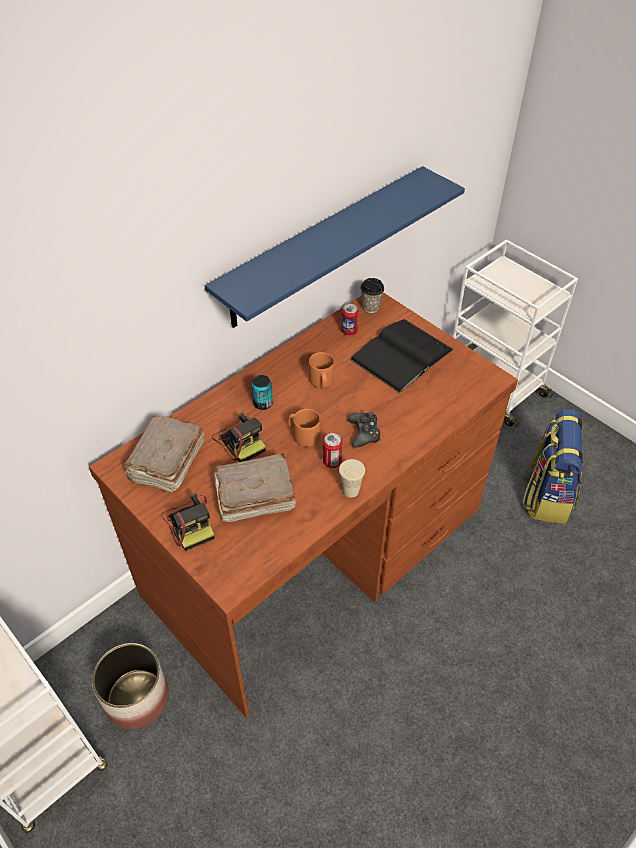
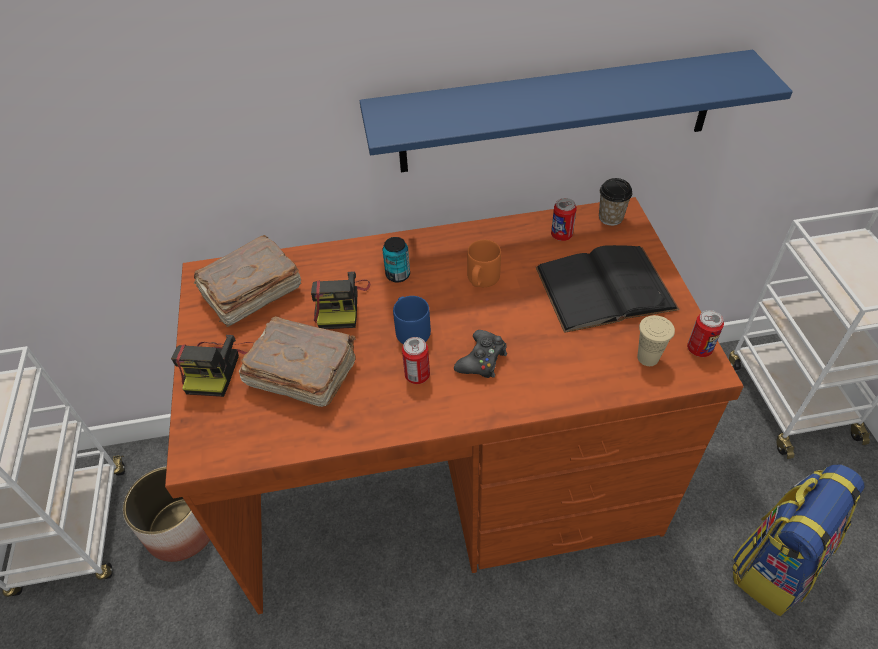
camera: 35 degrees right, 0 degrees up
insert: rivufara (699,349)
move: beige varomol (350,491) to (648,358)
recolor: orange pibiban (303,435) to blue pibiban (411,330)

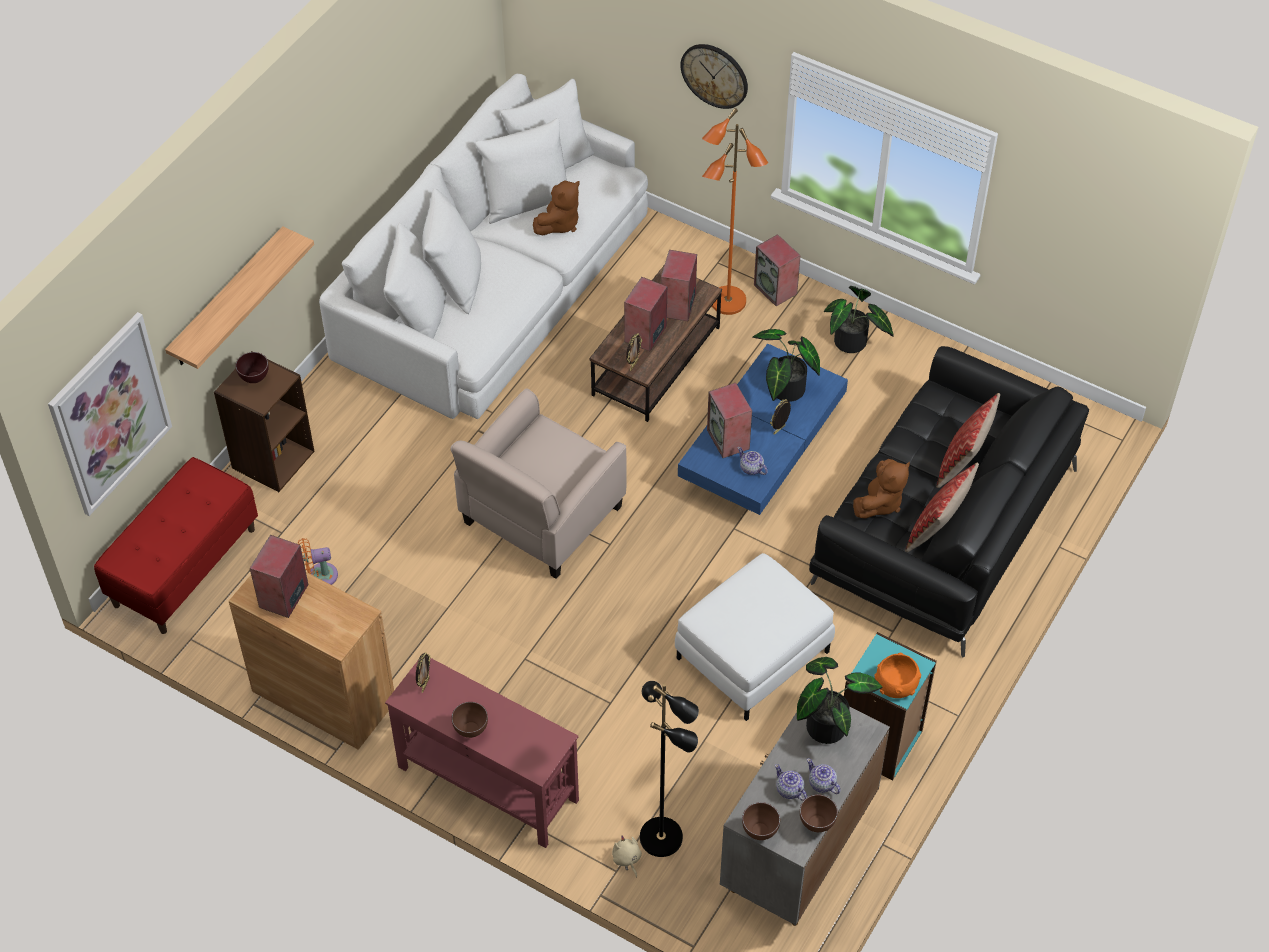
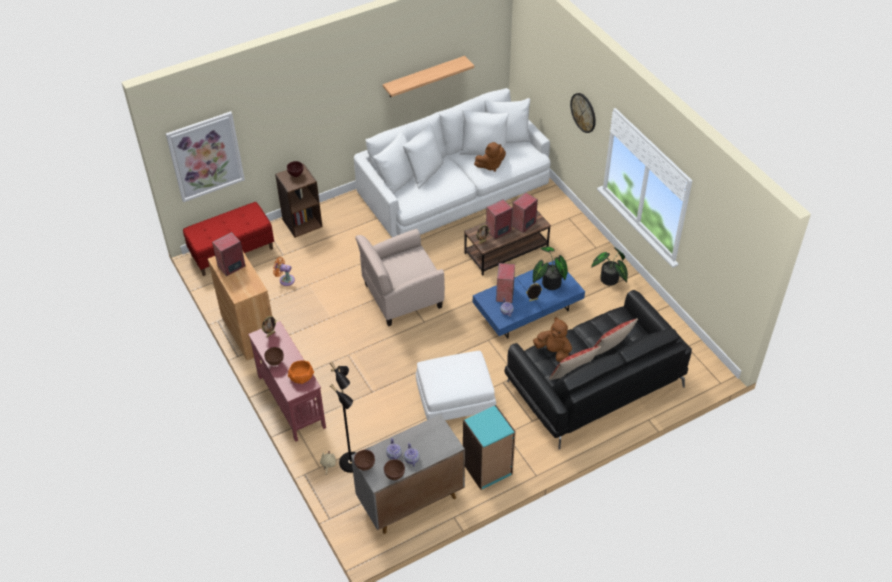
camera: 30 degrees right, 5 degrees down
delete: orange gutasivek (727,302); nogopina (776,289); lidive (827,722)
move: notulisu (227,299) to (424,77); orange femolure (896,684) to (301,376)
rotate: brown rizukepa (880,502) = (553,351) 120 degrees counterclockwise

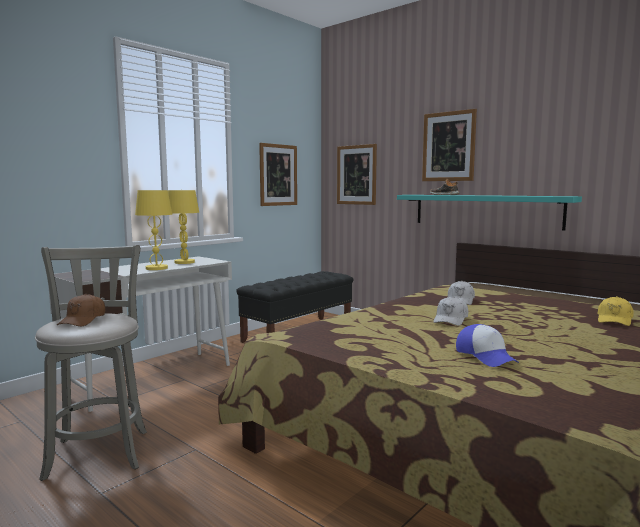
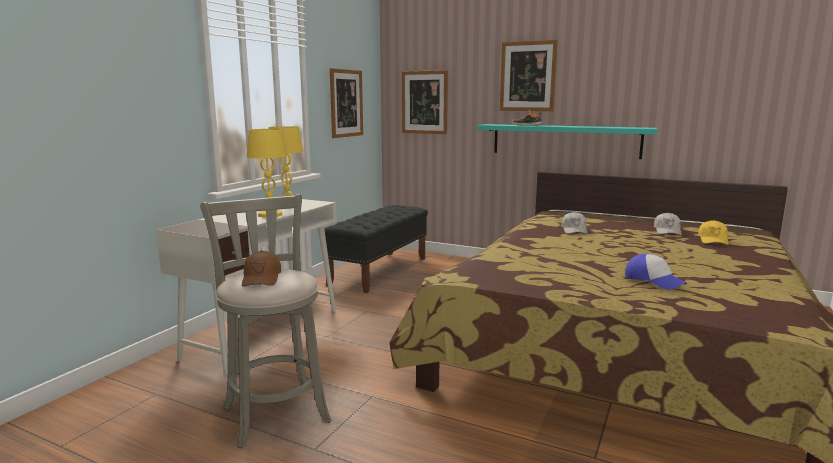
camera: 15 degrees left, 5 degrees up
move: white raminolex (451,319) to (667,231)

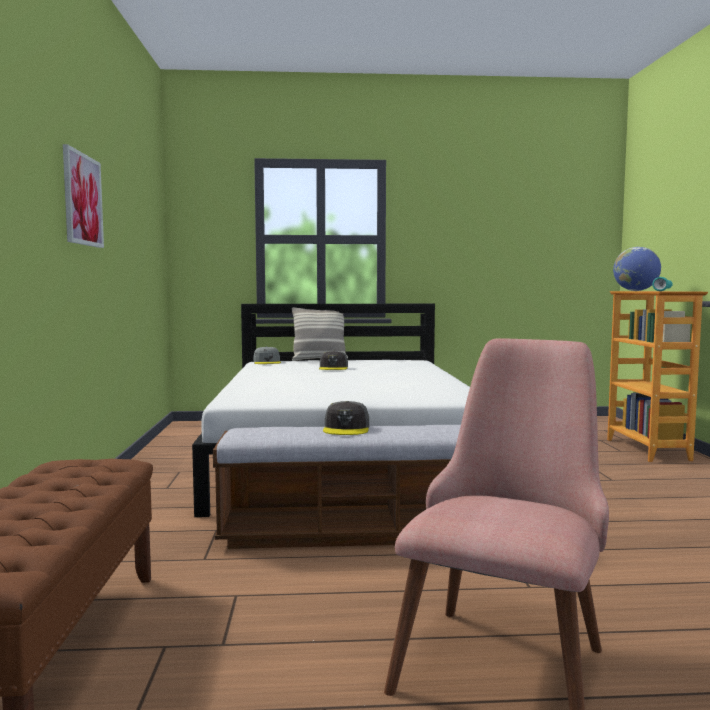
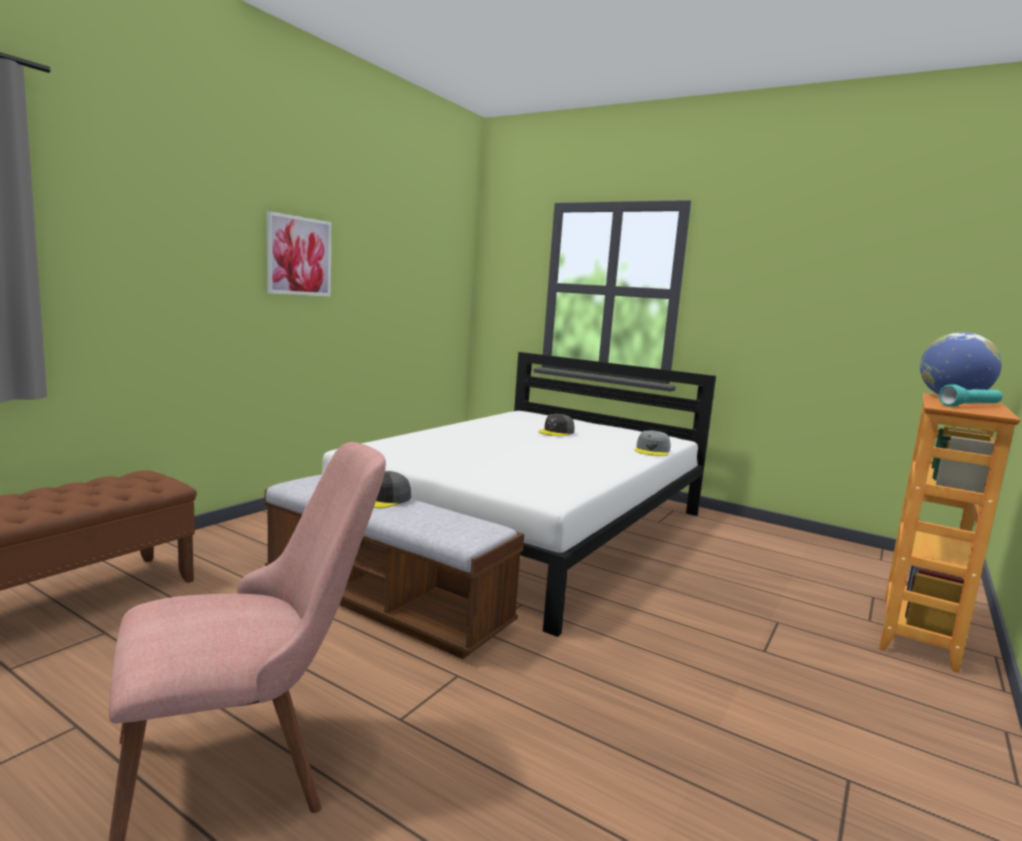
camera: 35 degrees right, 5 degrees up
delete: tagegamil (319,359)
move: grey raminolex (267,362) to (652,451)

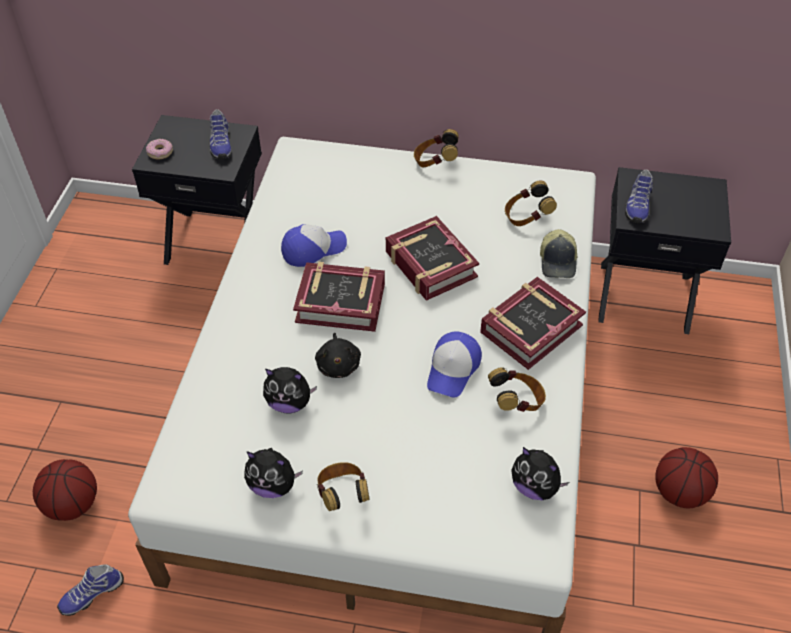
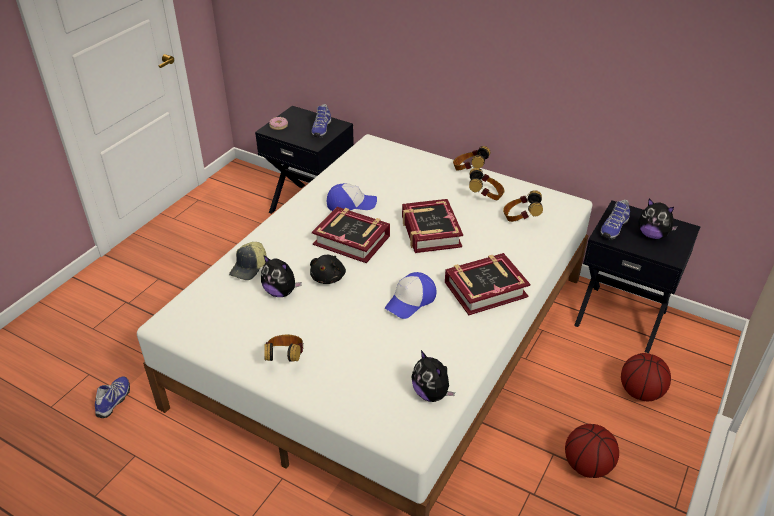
camera: 20 degrees right, 10 degrees down
move: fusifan (73,504) to (640,392); rizukepa (273,485) to (652,235); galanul (516,402) to (485,196); raminolex (558,262) to (249,268)
rotate: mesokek (91,593) = (114,401) 120 degrees clockwise

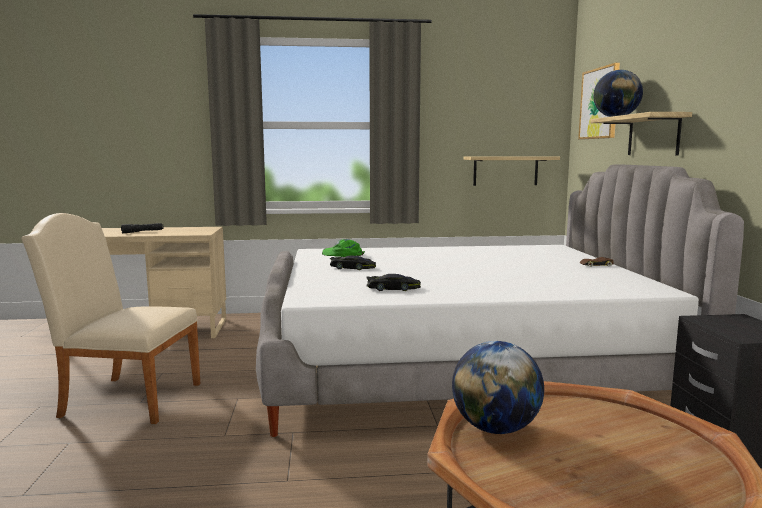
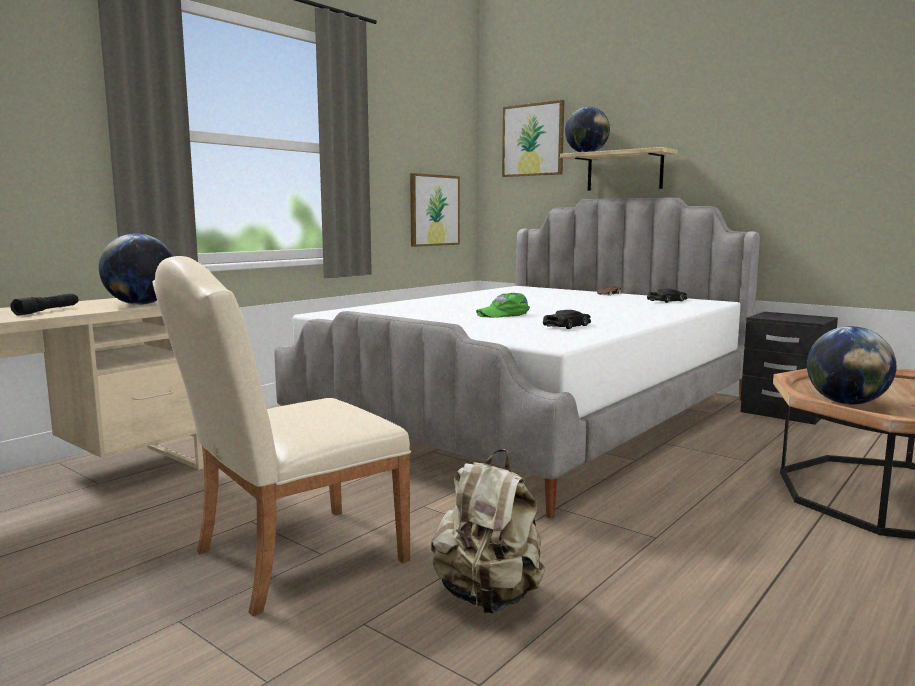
camera: 45 degrees left, 0 degrees up
insert: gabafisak (141,304); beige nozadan (489,597)
move: green raminolex (343,254) to (503,314); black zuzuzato (352,268) to (667,301)
replace: notulisu (505,170) to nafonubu (434,210)

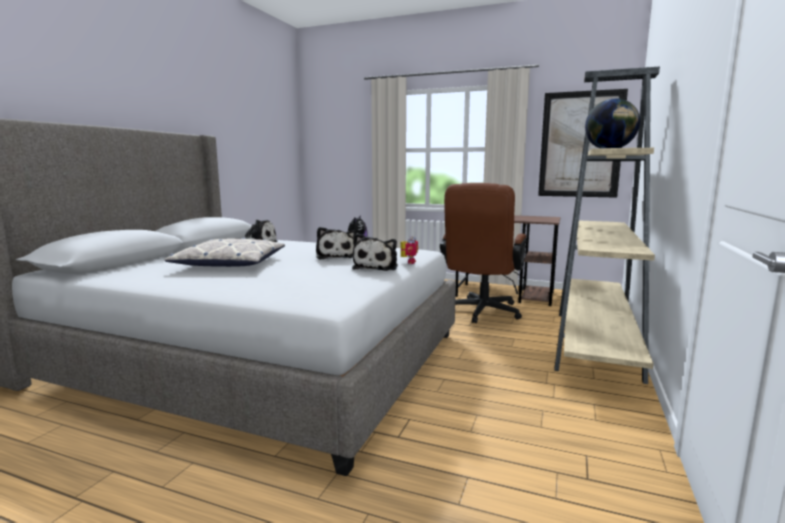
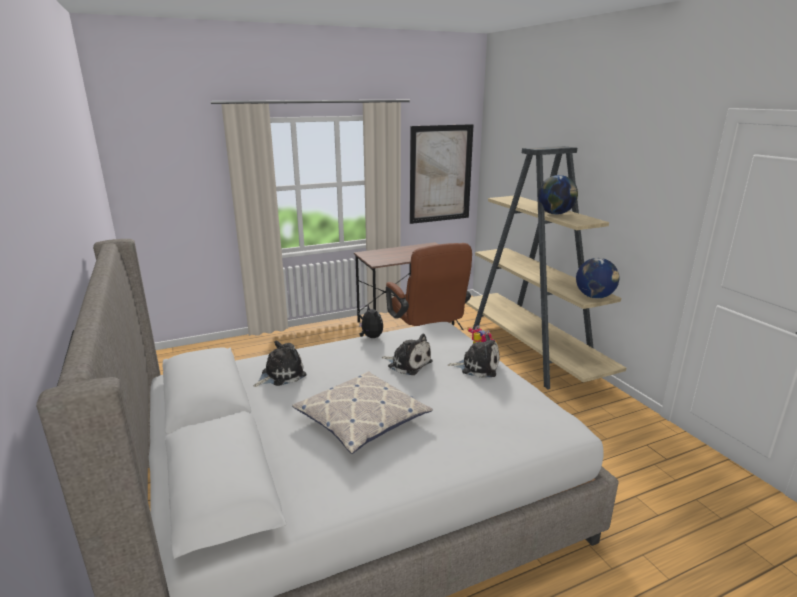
camera: 45 degrees left, 10 degrees up
insert: gabafisak (594,297)
rotate: rizukepa (377,267) = (477,367) 45 degrees counterclockwise

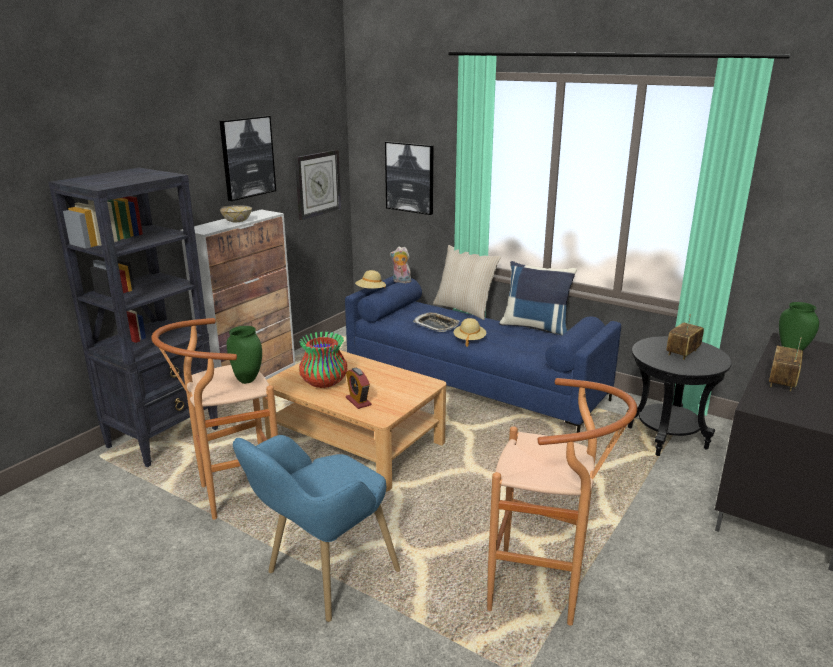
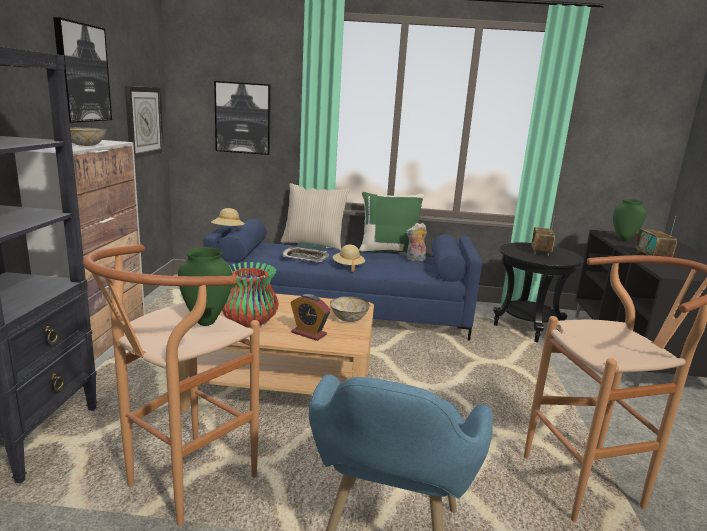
camera: 30 degrees left, 5 degrees down
insert: femolure (348,319)
move: rizukepa (401,281) to (415,259)
recolor: blue tagegamil (536,327) to green tagegamil (390,251)

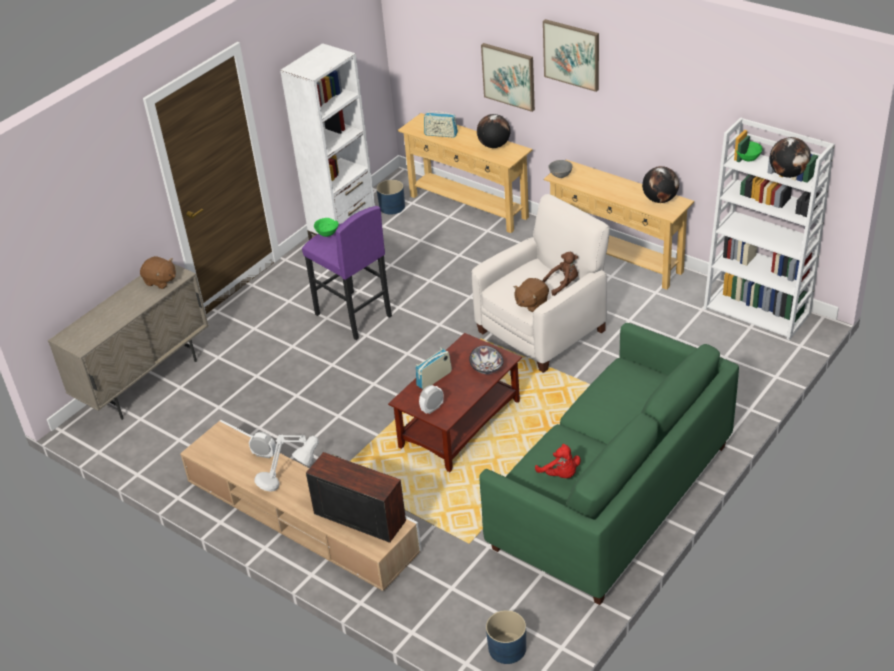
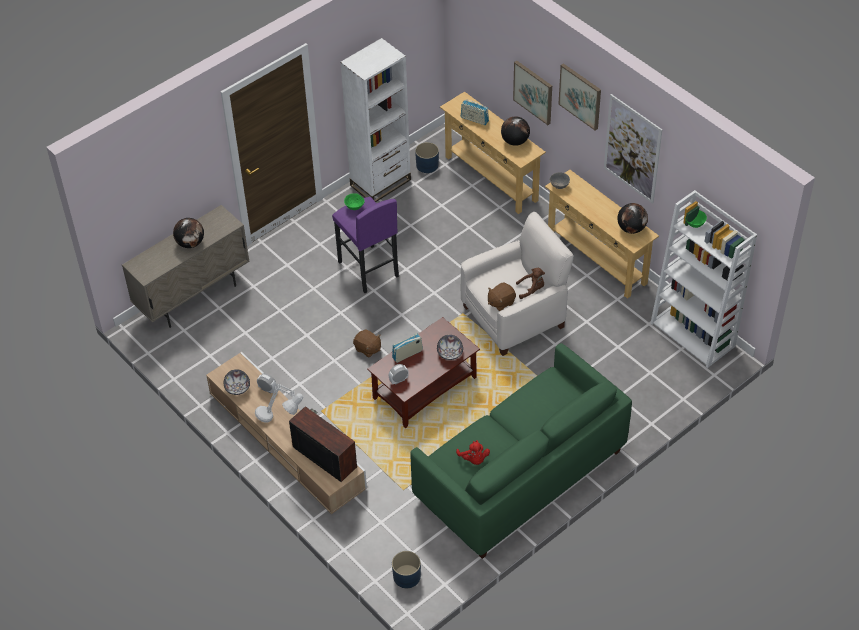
camera: 10 degrees right, 10 degrees up
insert: femolure (238,388); nafonubu (632,149)
move: brown rizukepa (160,281) to (367,349); gabafisak (788,174) to (190,243)

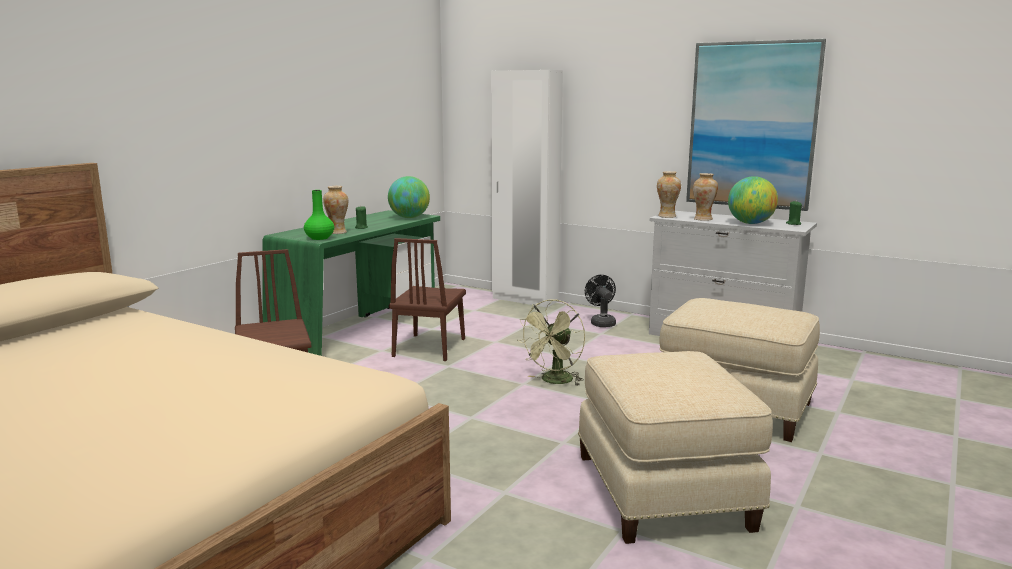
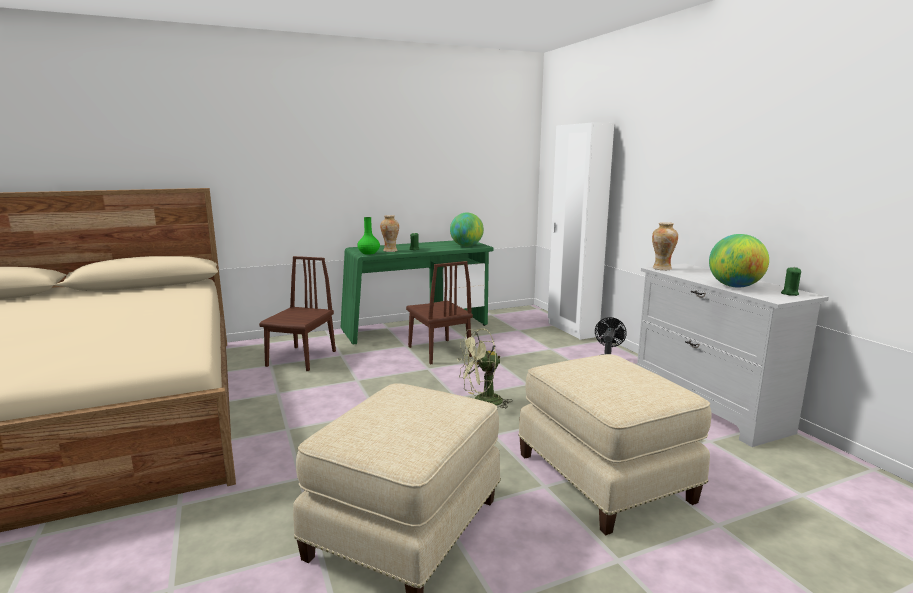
camera: 35 degrees right, 0 degrees up
delete: nafonubu (752,125); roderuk (703,219)
rotate: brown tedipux (429,347) = (439,351) 75 degrees counterclockwise

